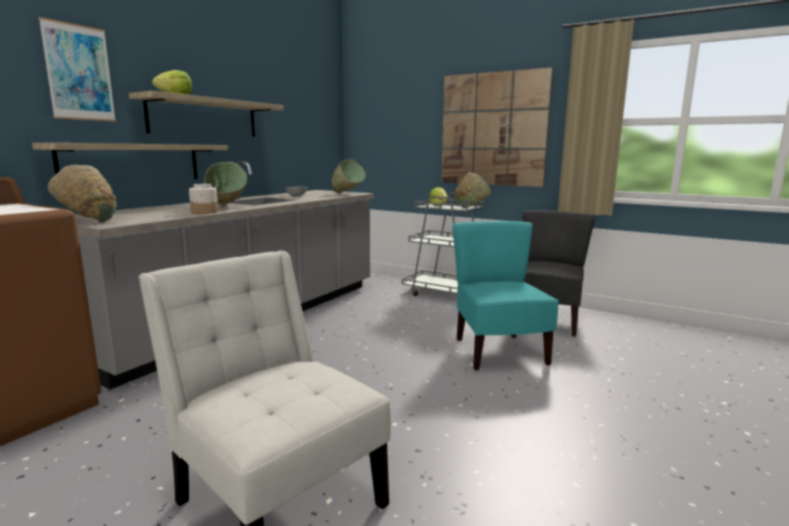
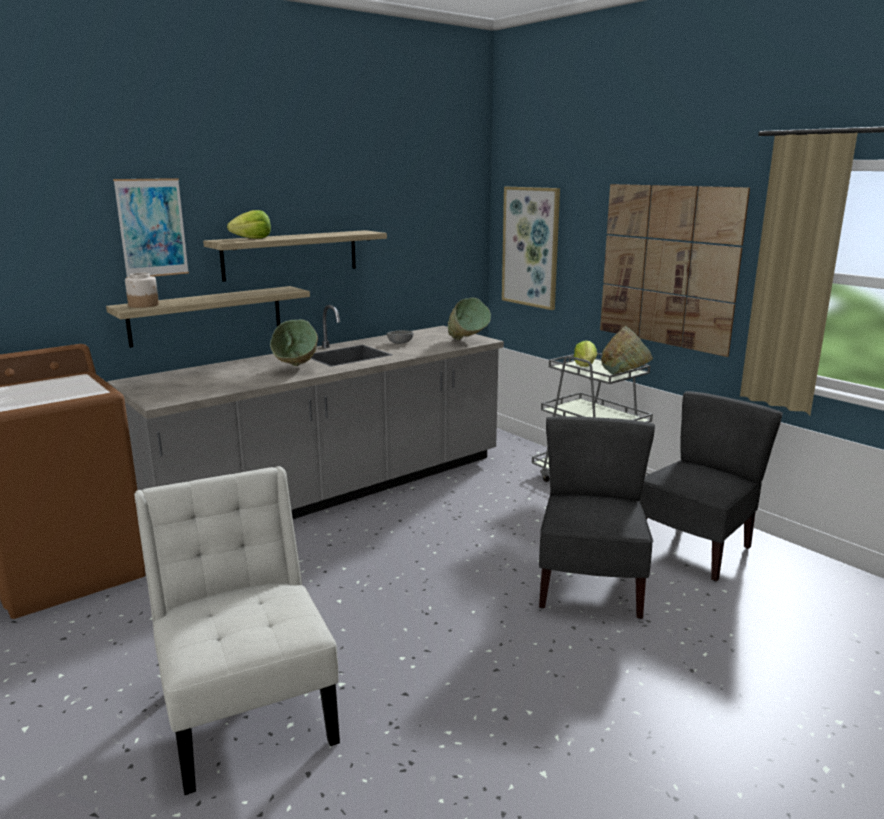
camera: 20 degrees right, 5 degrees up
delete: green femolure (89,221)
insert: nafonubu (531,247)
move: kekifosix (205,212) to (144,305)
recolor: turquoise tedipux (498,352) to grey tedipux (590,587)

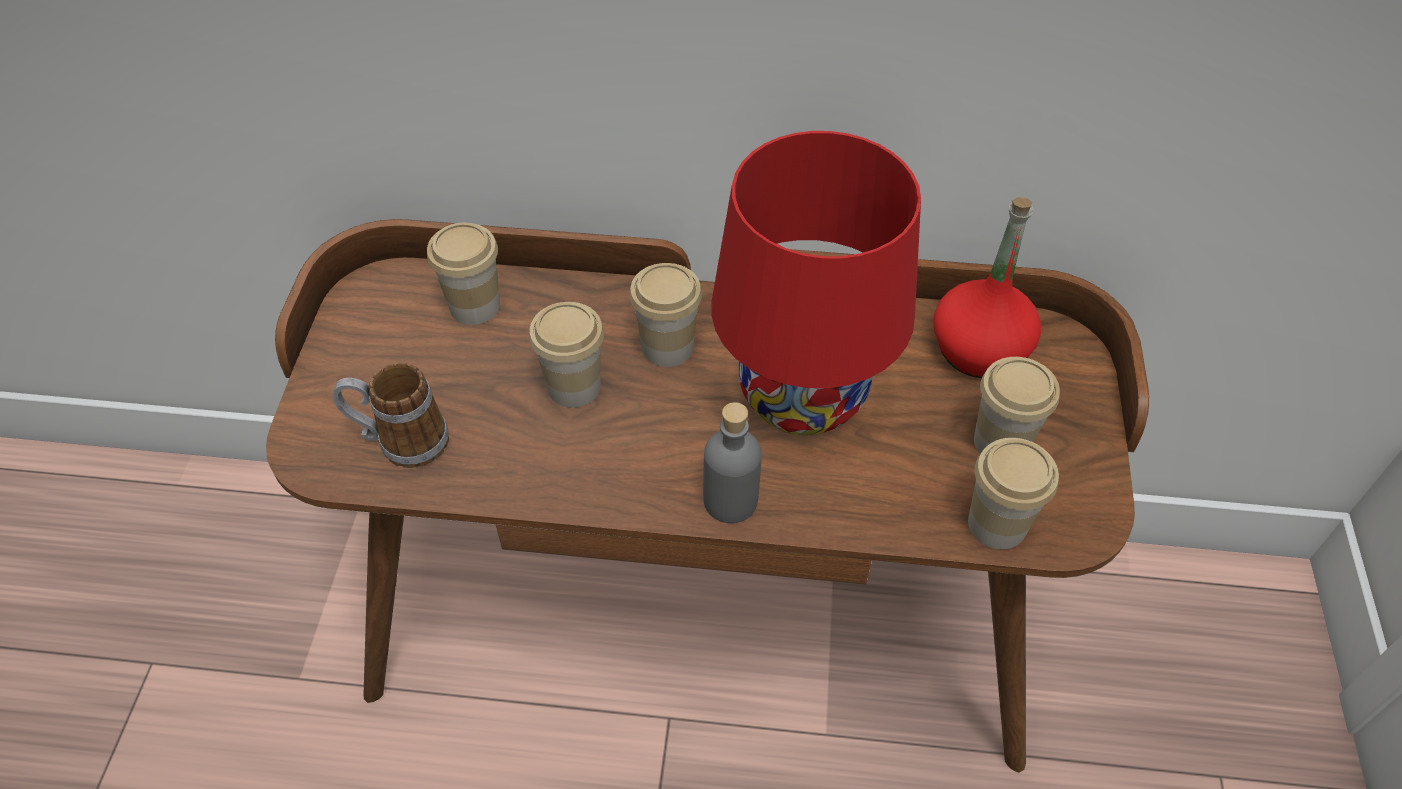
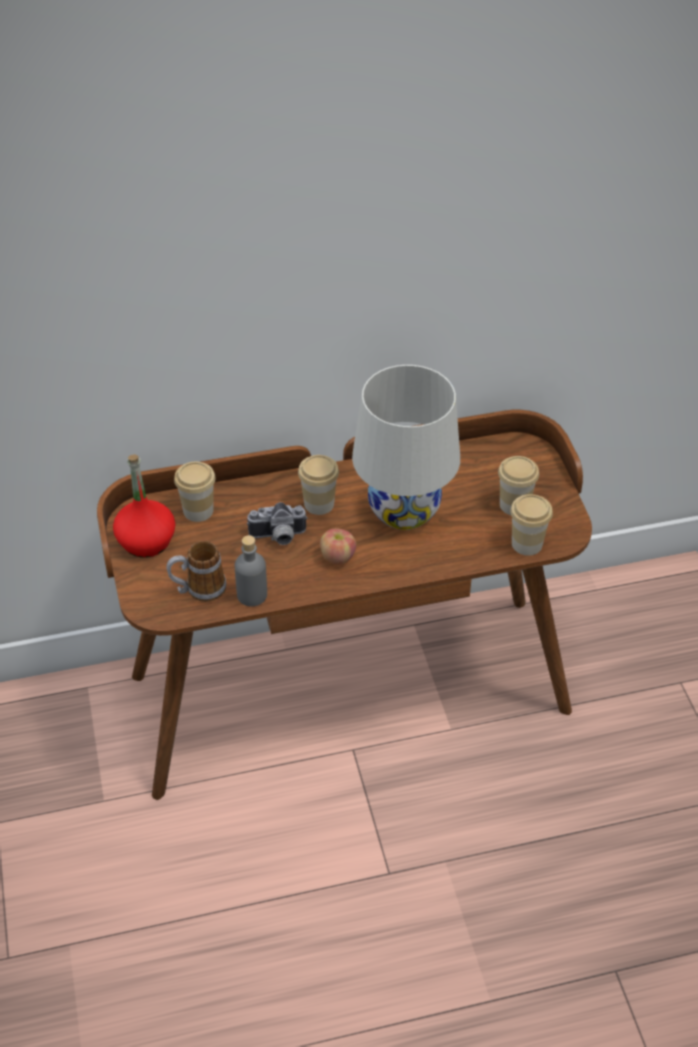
camera: 20 degrees left, 5 degrees down
insert: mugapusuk (337,557)
move: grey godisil (730,500) to (252,595); red godisil (979,349) to (146,541)
replace: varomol (574,386) to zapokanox (278,537)
recolor: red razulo (801,398) to white razulo (403,511)

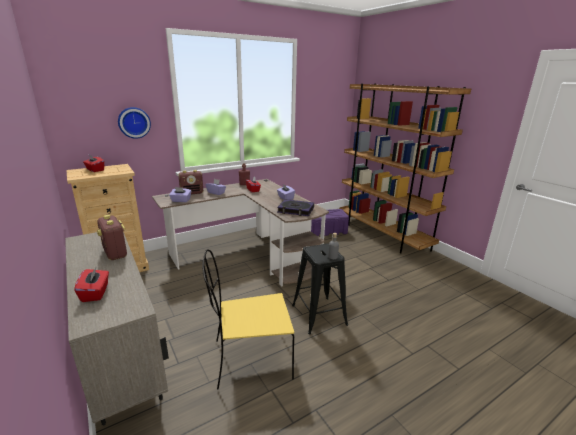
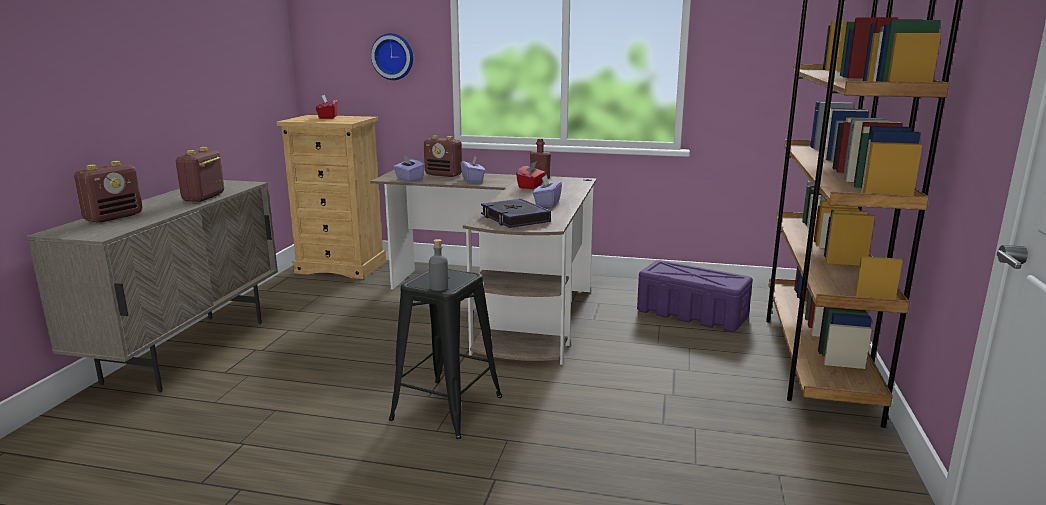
camera: 45 degrees right, 5 degrees down
delete: yellow tedipux (250,359)
replace: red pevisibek (95,293) to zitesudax (114,217)

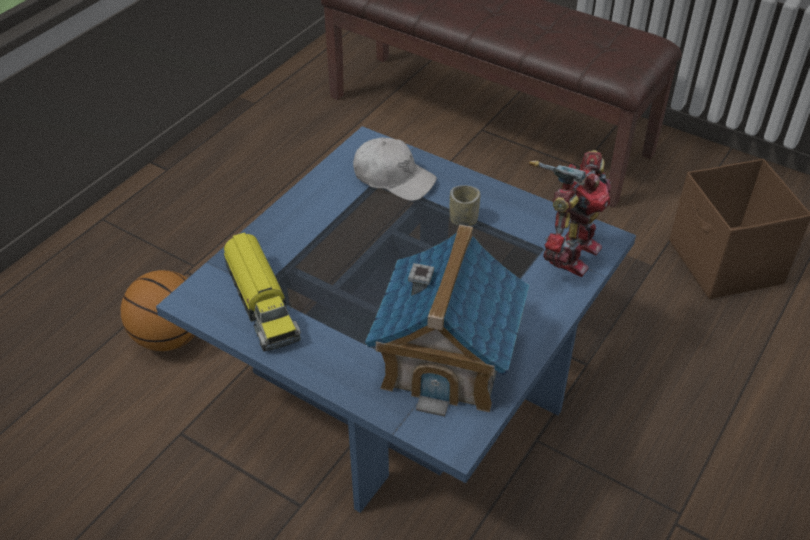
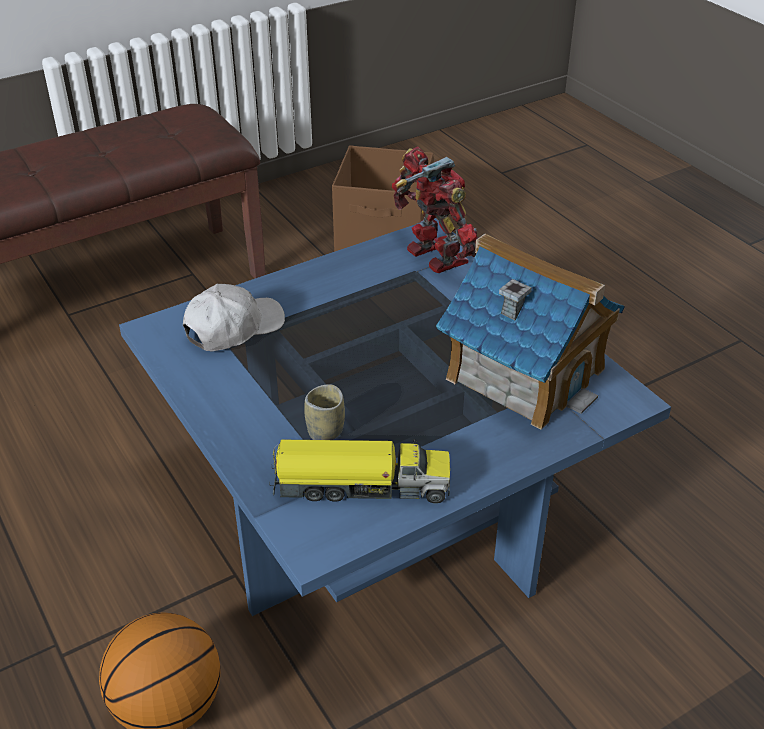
camera: 65 degrees left, 5 degrees down
move: varomol (463,220) to (325,431)

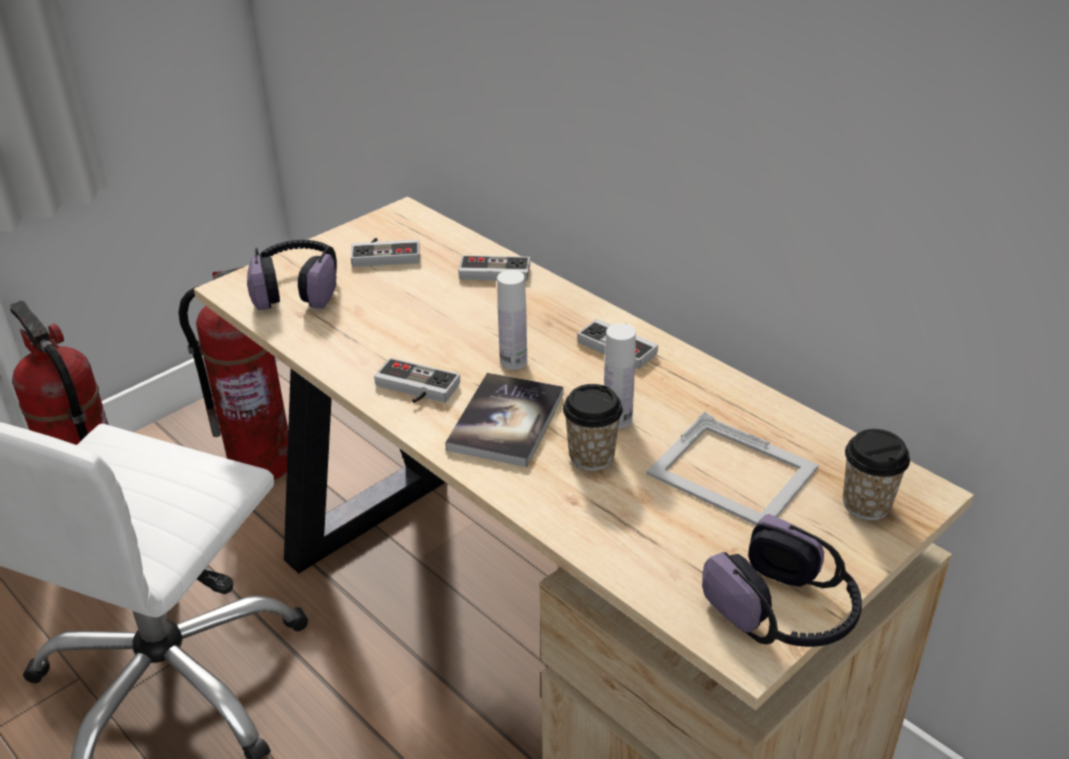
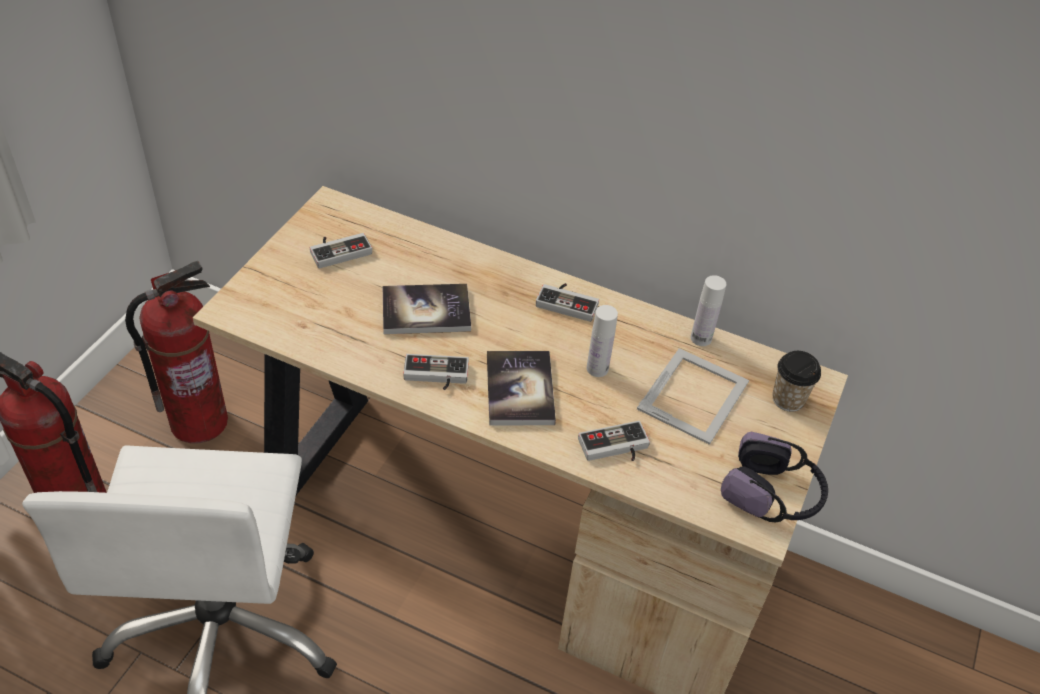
camera: 25 degrees left, 10 degrees up
delete: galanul (298,288); varomol (591,456)
insert: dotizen (426,311)
move: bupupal (494,276) to (615,449); white godisil (513,361) to (701,338)
rotate: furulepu (733,472) = (695,395) 75 degrees counterclockwise

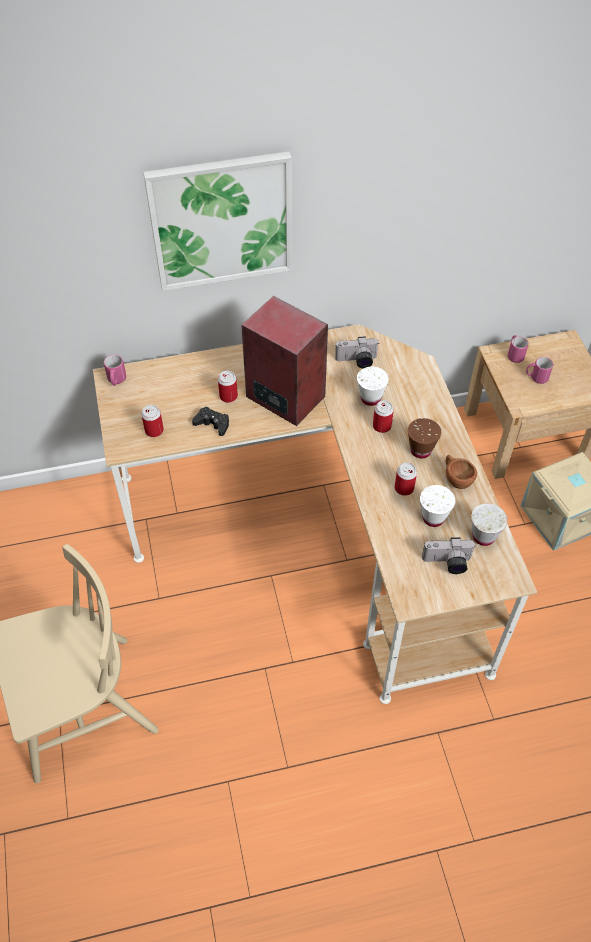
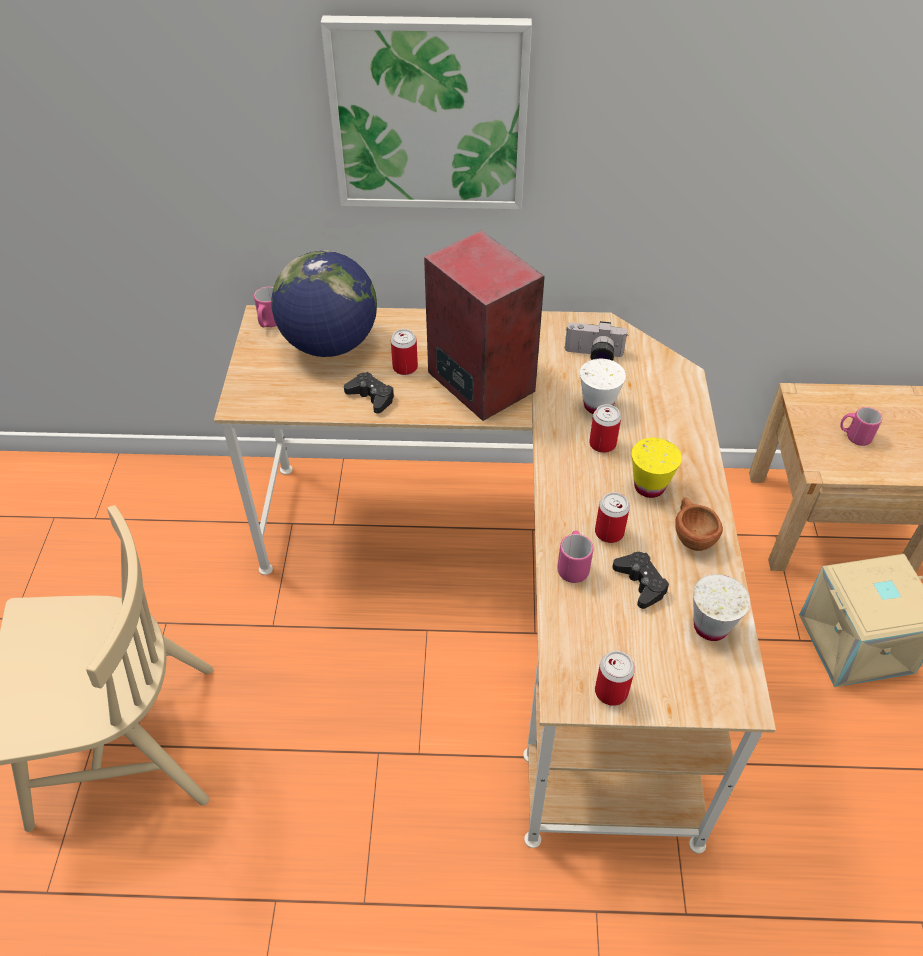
camera: 15 degrees right, 5 degrees down
delete: zapokanox (447,563)
insert: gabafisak (330,344)
move: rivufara (154,430) to (611,691); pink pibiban (514,355) to (573,566)
replace: white varomol (433,518) to black bupupal (640,583)
recolor: brown varomol (420,450) to yellow varomol (649,486)

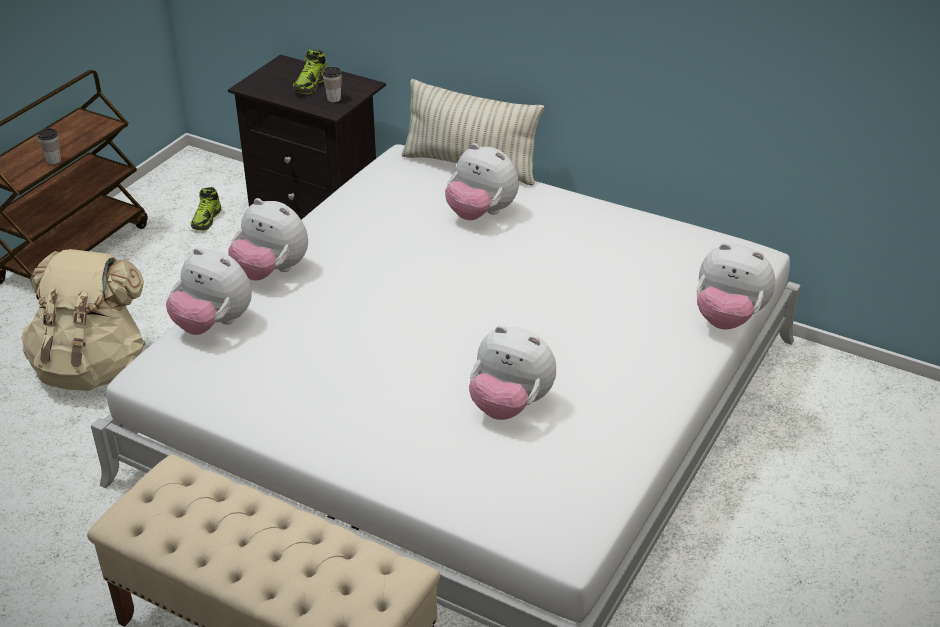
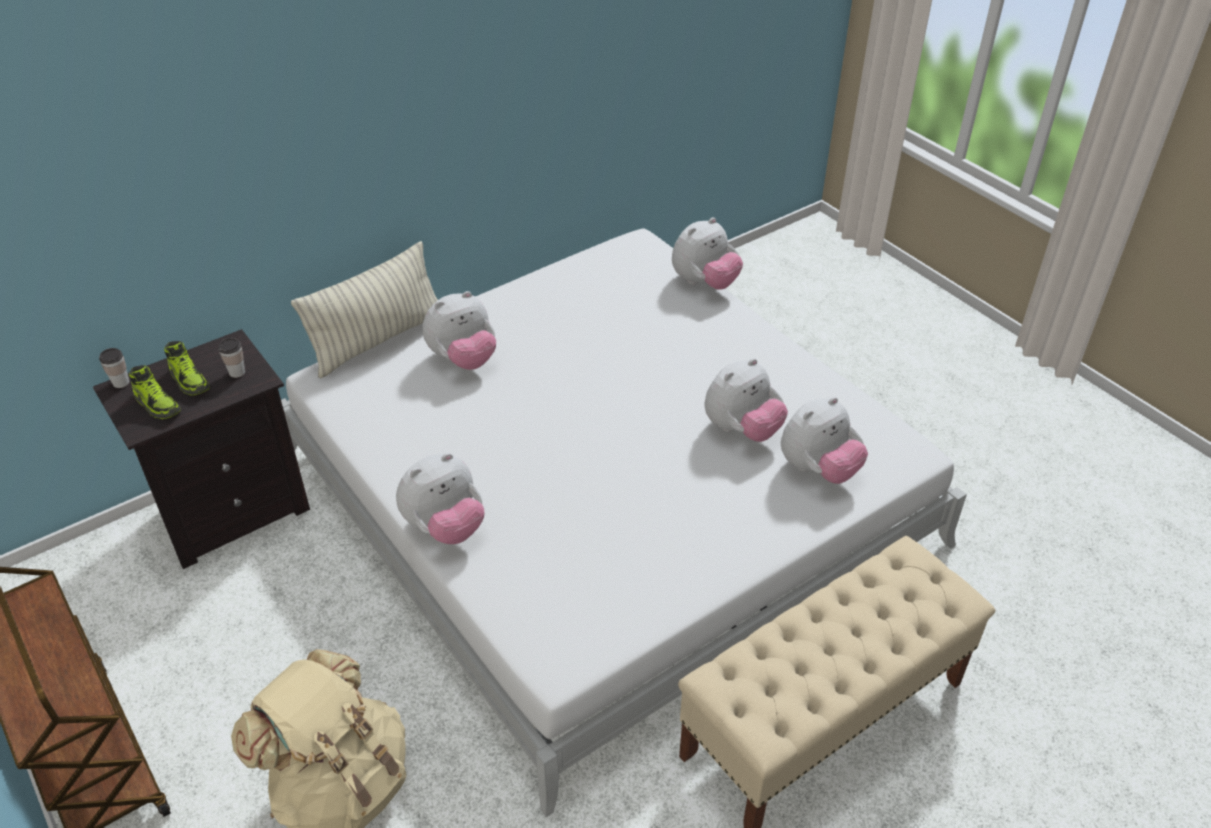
camera: 65 degrees left, 5 degrees up
move: varomol (53,160) to (121,382); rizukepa (213,324) to (818,469); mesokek (206,219) to (157,404)

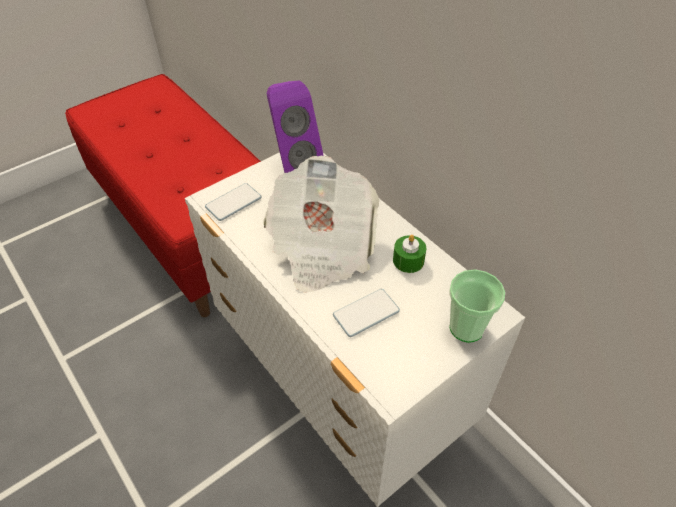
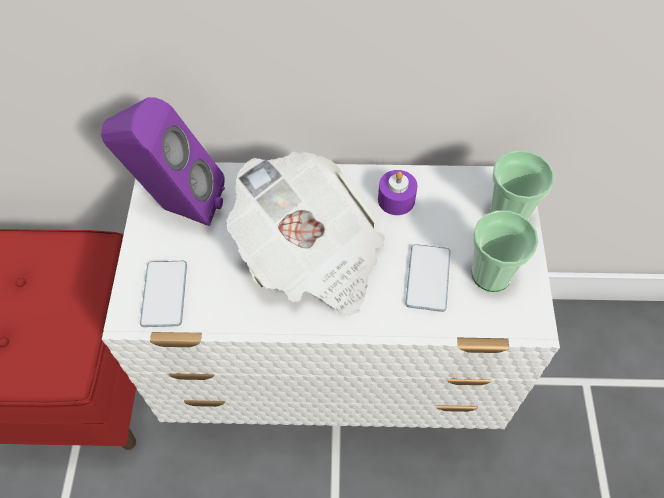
camera: 50 degrees left, 10 degrees up
insert: varomol (491,274)
recolor: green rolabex (408,260) to purple rolabex (396,199)

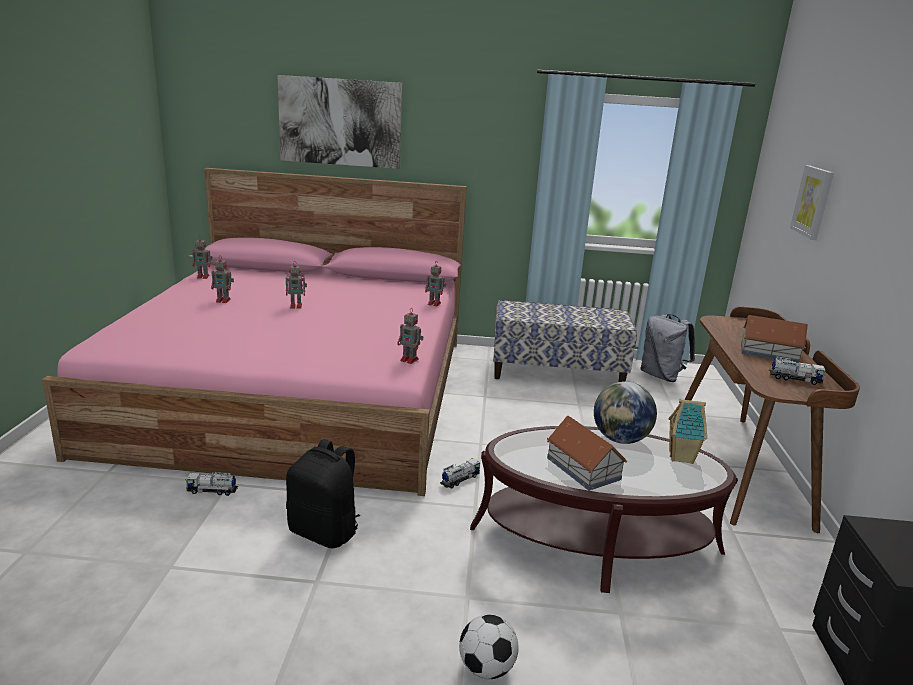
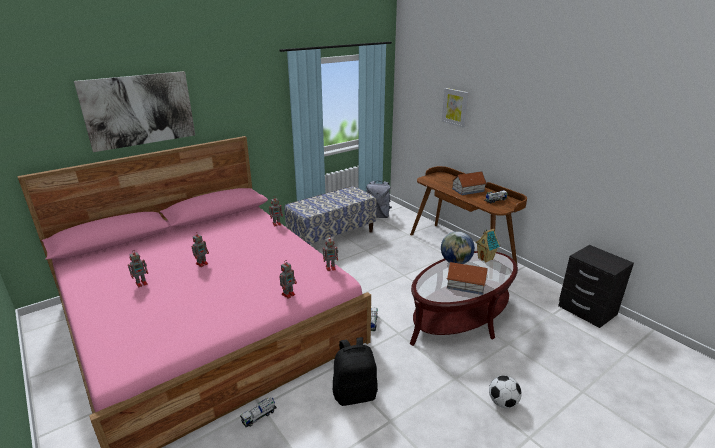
camera: 40 degrees left, 5 degrees up
move: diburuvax (204,276) to (288,294)

